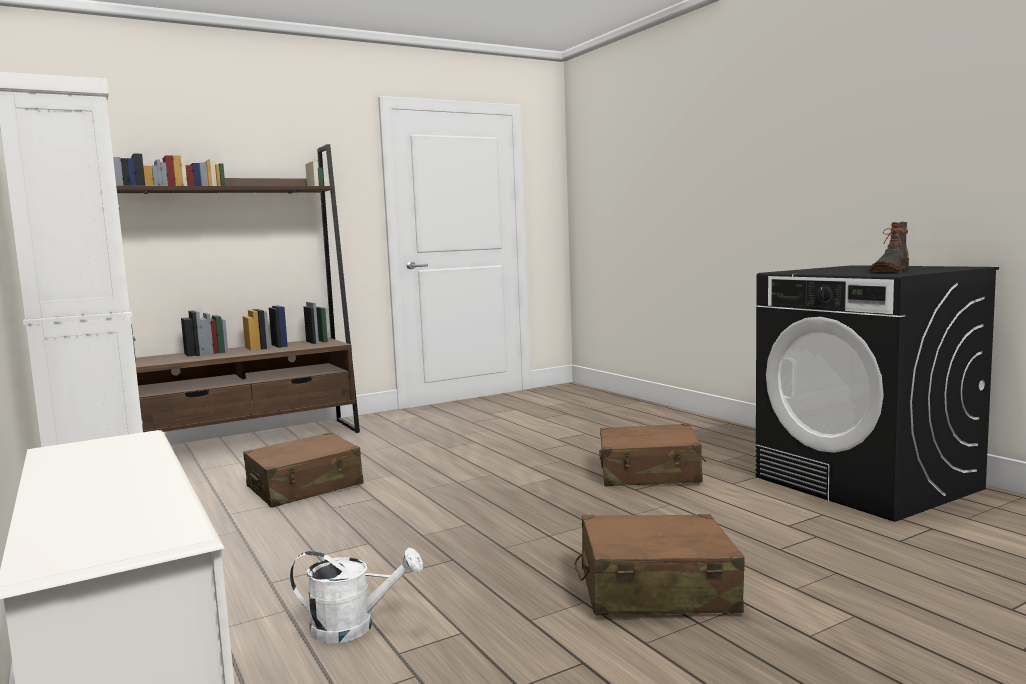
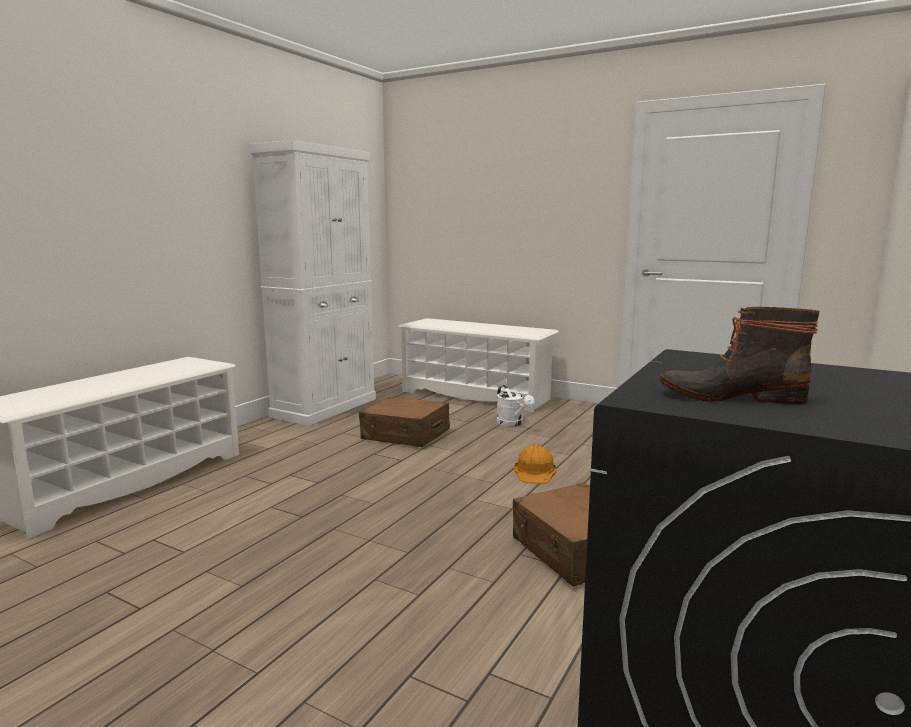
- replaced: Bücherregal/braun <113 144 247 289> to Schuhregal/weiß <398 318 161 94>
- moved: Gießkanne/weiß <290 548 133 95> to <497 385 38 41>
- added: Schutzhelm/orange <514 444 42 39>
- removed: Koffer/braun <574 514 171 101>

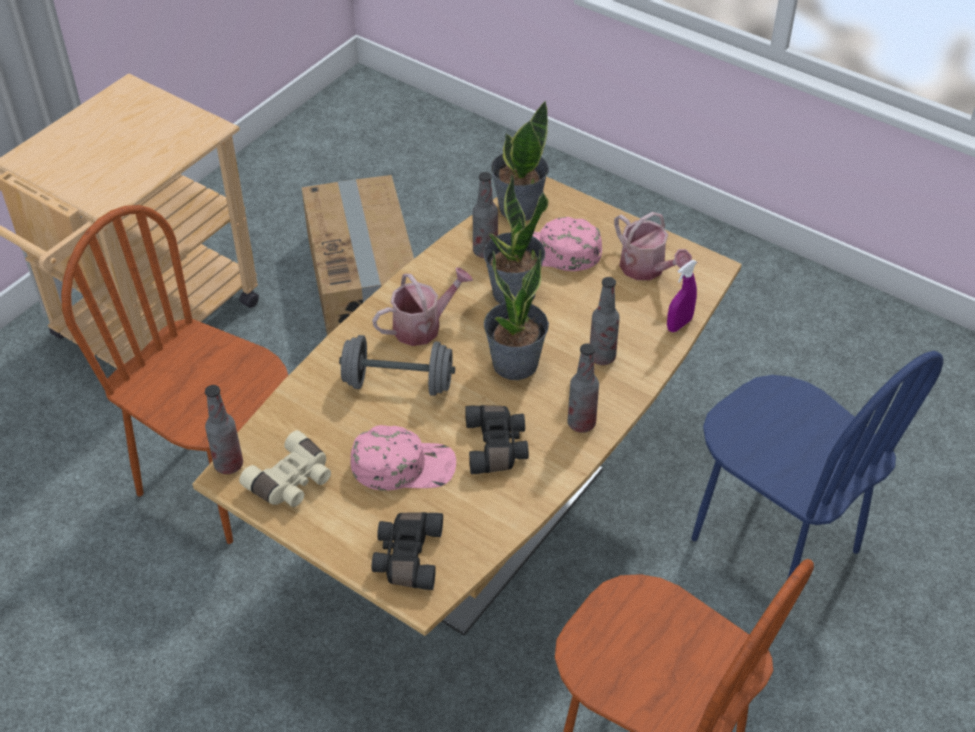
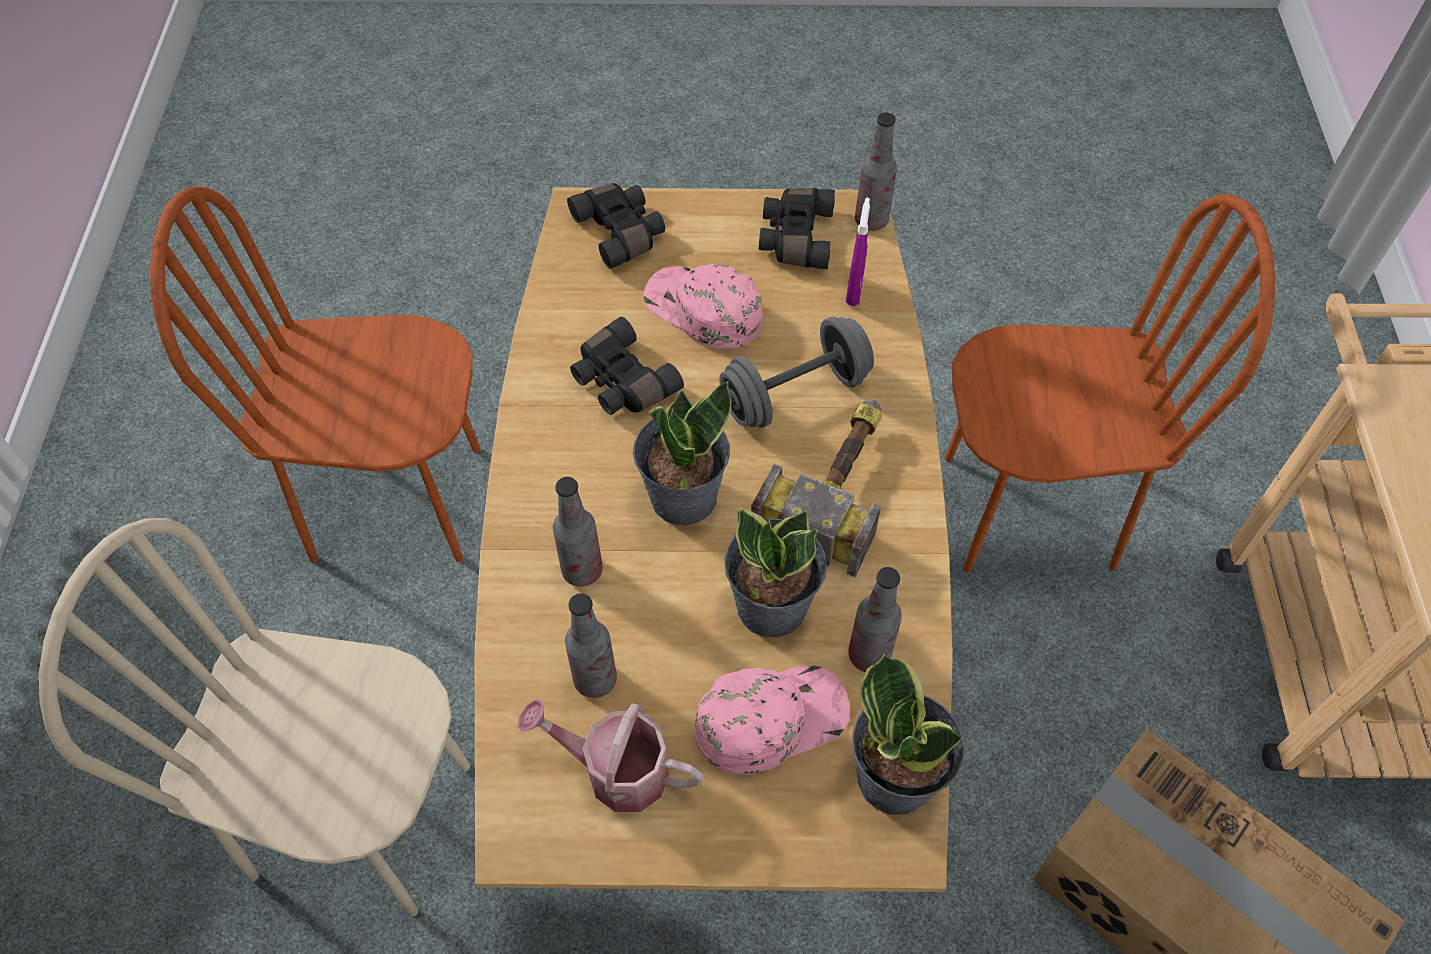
- recoloured: Stuhl/blau <691 351 252 228> to Stuhl/beige <39 518 431 399>
- moved: Flasche <568 343 31 90> to <565 593 52 105>
- turned: Kappe/rosa <350 425 106 66> = <643 264 120 85> 75 degrees clockwise
- replaced: Gießkanne <372 268 101 78> to Hammer <751 400 131 177>
- recoloured: Fernglas/beige <239 430 92 77> to Fernglas/schwarz <759 188 76 81>
- moved: Sprühflasche/lila <667 260 30 72> to <846 198 24 108>

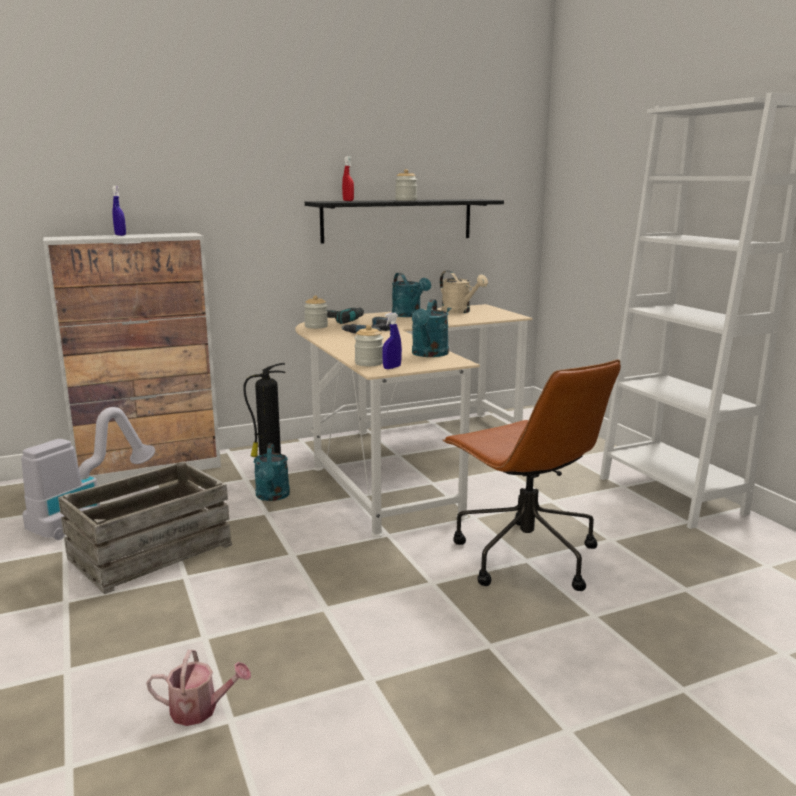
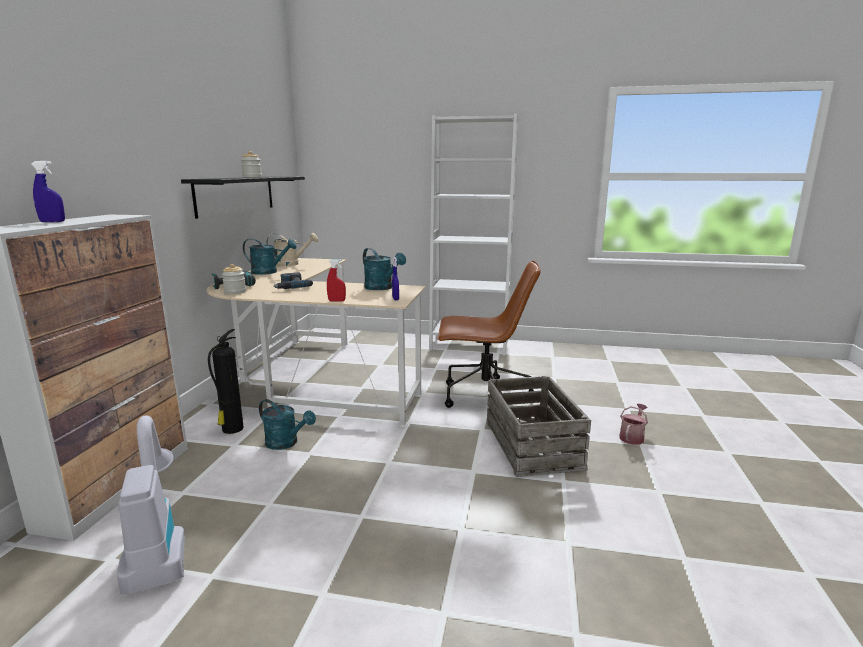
- moved: Sprühflasche/rot <342 156 12 45> to <327 259 19 43>
- moved: Kiste <58 461 174 133> to <487 376 104 101>
- moved: Gießkanne <146 650 105 76> to <619 404 29 41>
- removed: Vorratsglas <354 325 29 41>

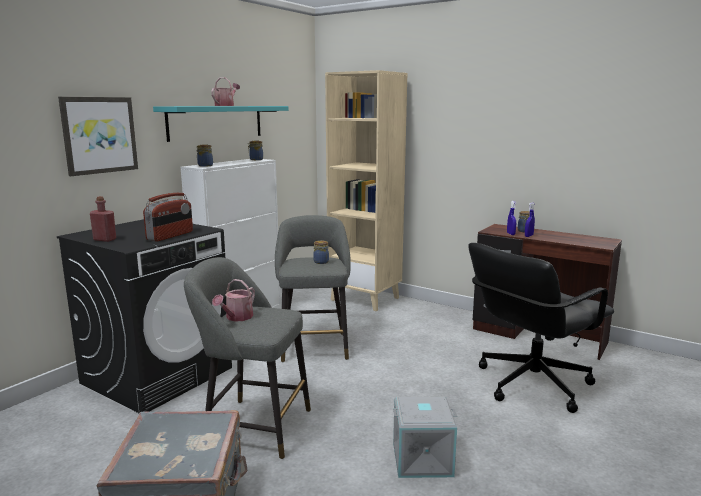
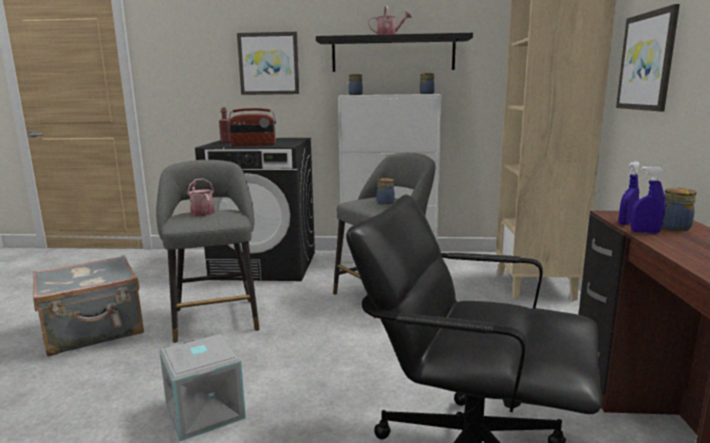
- turned: Gießkanne <212 279 43 43> = <187 178 28 38> 60 degrees clockwise
- recoloured: Wandregal/türkis <153 106 136 36> to Wandregal/schwarz <316 33 157 39>
- added: Bild <616 4 64 107>

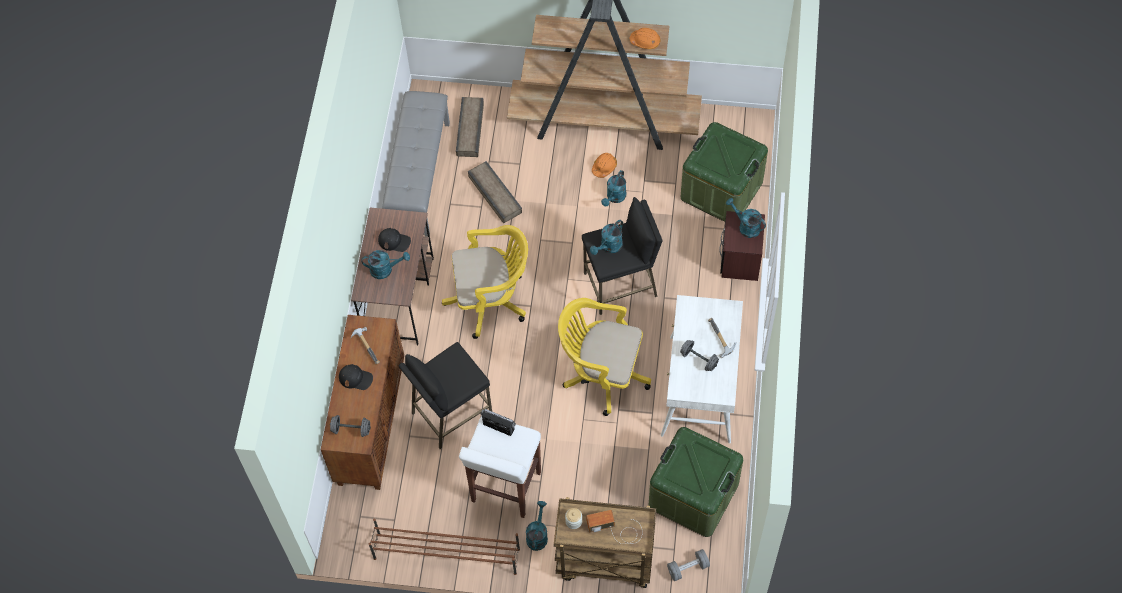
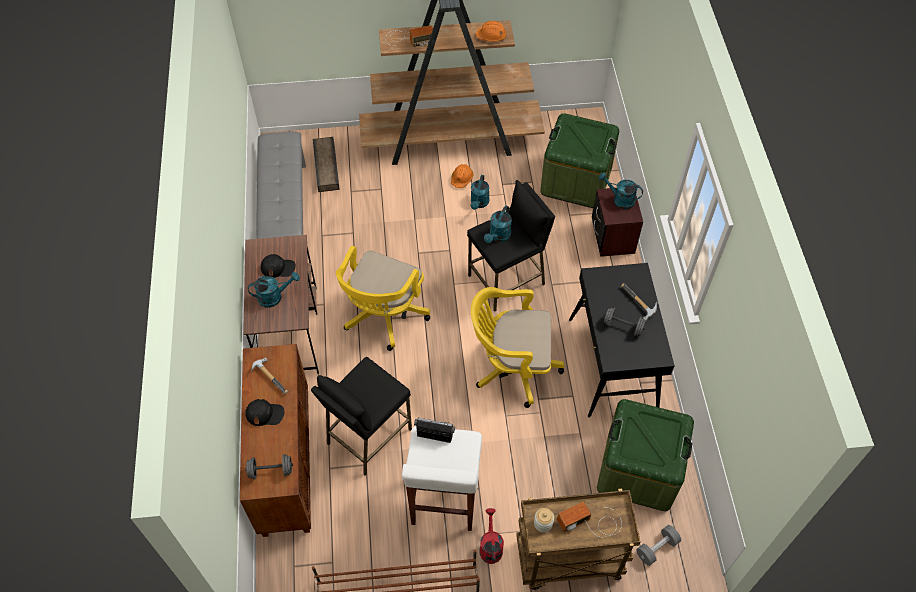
- turned: Bürostuhl/gelb <442 225 86 114> = <336 246 94 105> 135 degrees clockwise
- added: Radio <385 25 48 23>
- recoloured: Gießkanne/türkis <526 501 22 50> to Gießkanne/rot <479 508 25 56>
- recoloured: Schreibtisch/weiß <661 295 82 149> to Schreibtisch/schwarz <569 263 106 154>
- removed: Kiste <468 161 54 62>

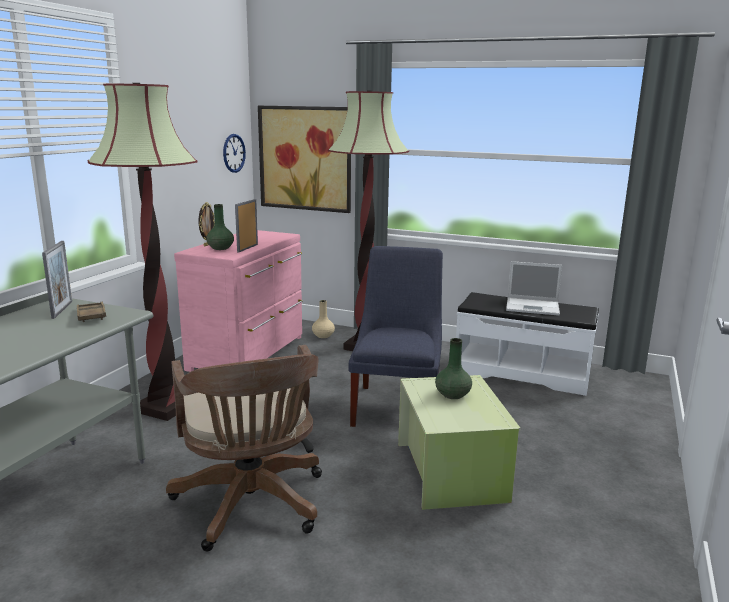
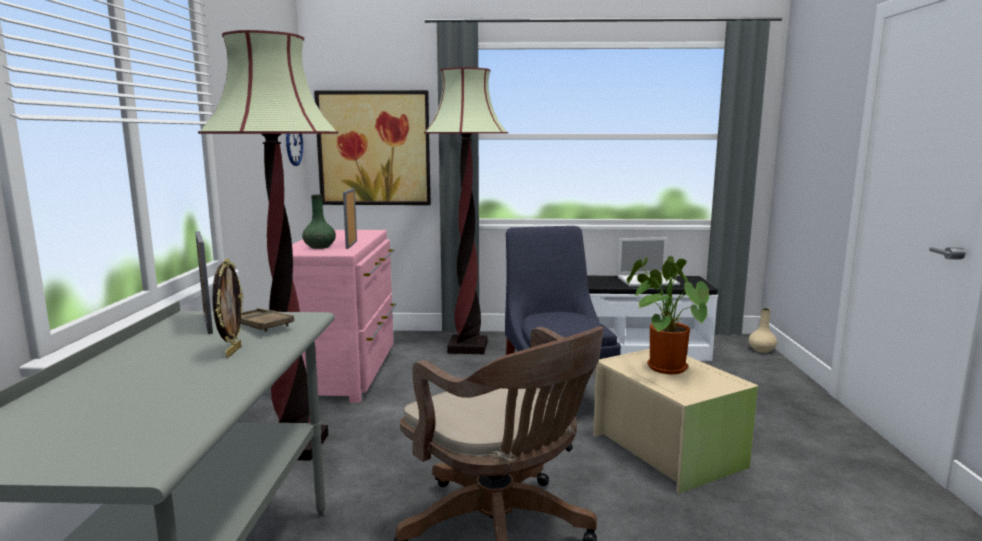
- moved: Bilderrahmen <199 202 16 45> to <212 258 31 100>
- recoloured: Aufbewahrungsbox/grün <398 375 123 135> to Aufbewahrungsbox/beige <593 349 165 145>
- replaced: Vase/grün <435 338 37 61> to Topfpflanze <627 256 85 118>
- moved: Vase/beige <312 300 23 38> to <749 308 28 45>

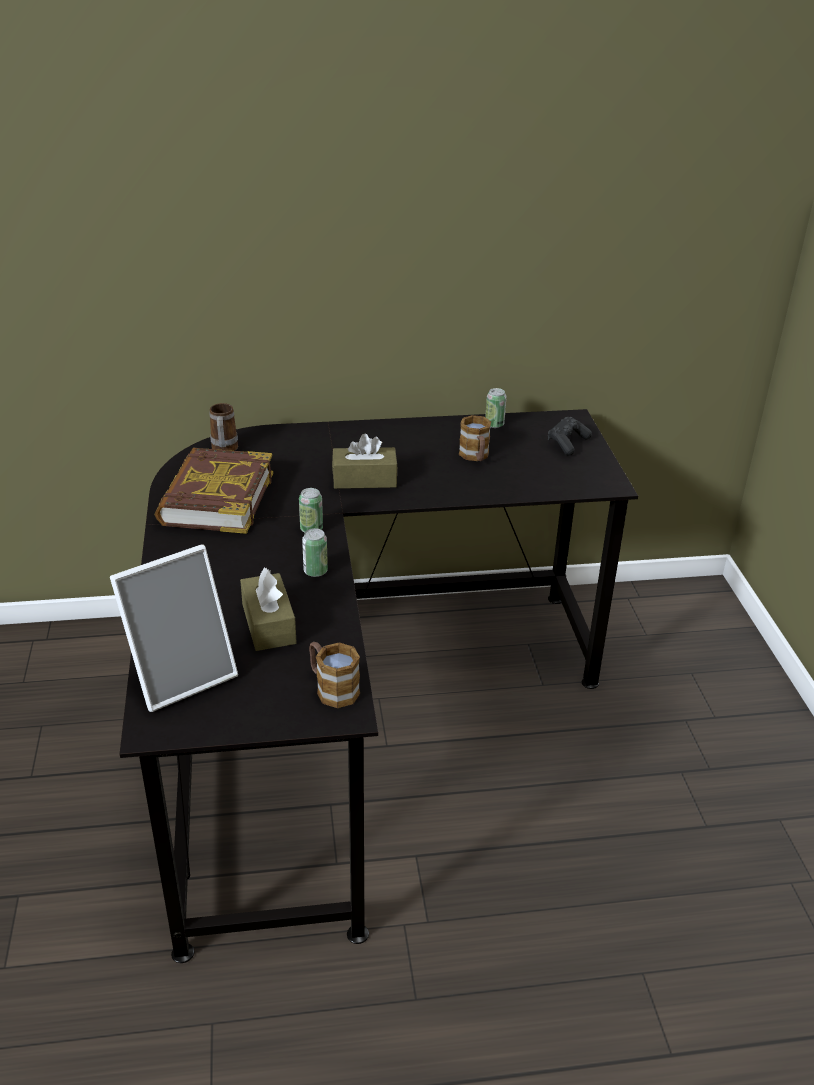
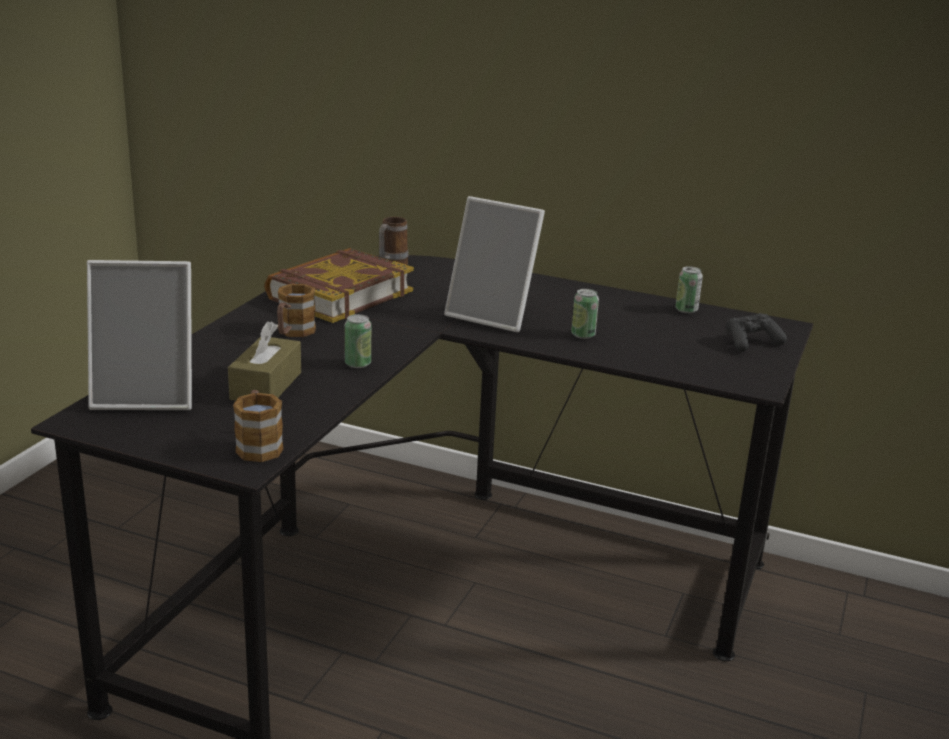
- moved: Henkelbecher <459 415 32 46> to <277 284 39 53>
- replaced: Taschentuchbox/braun <332 434 66 55> to Bilderrahmen <444 196 101 136>
- moved: Dose <299 488 24 44> to <571 289 28 50>

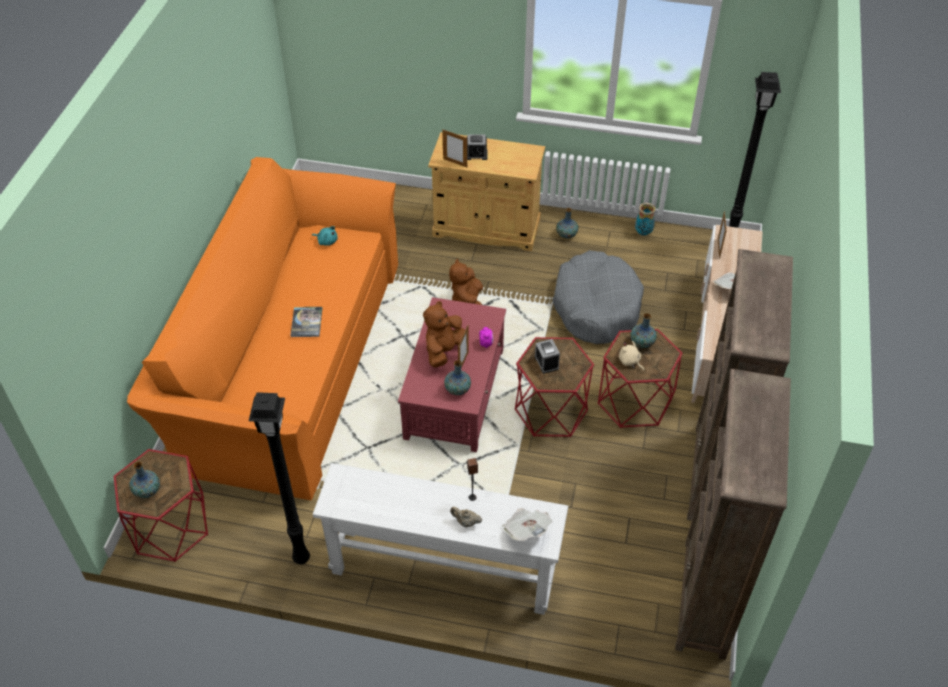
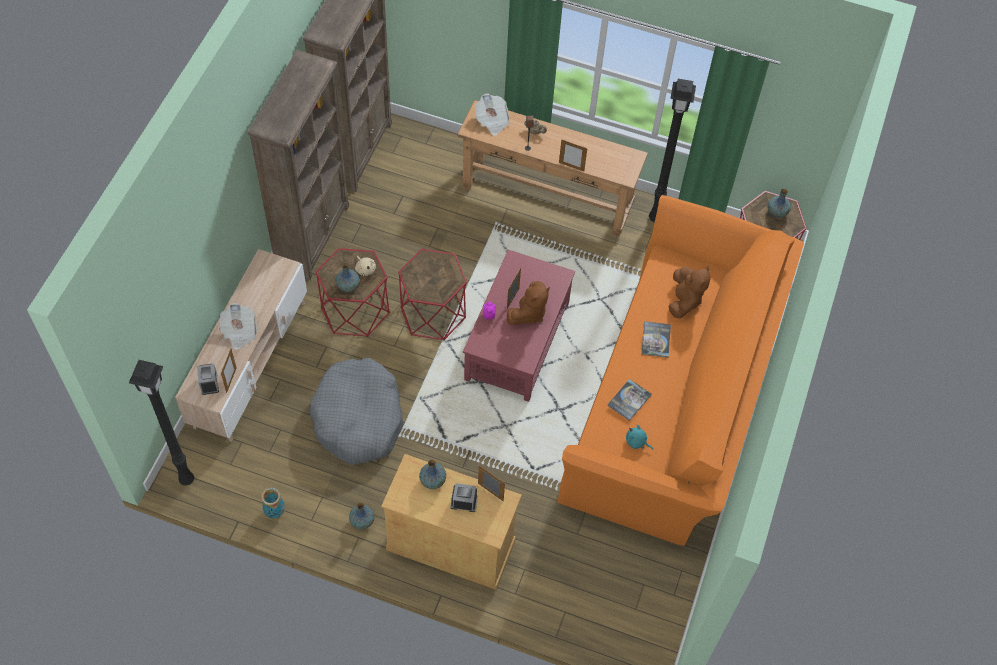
- moved: Wecker <534 339 26 35> to <197 364 22 31>
- moved: Vase <444 360 27 35> to <419 460 27 29>
- recoloured: Konsolentisch/weiß <313 463 255 152> to Konsolentisch/braun <458 100 190 137>
- added: Bilderrahmen <559 140 28 32>
- added: Buch <607 379 45 42>
- moved: Plüschtier/braun <449 258 34 47> to <669 266 41 52>

